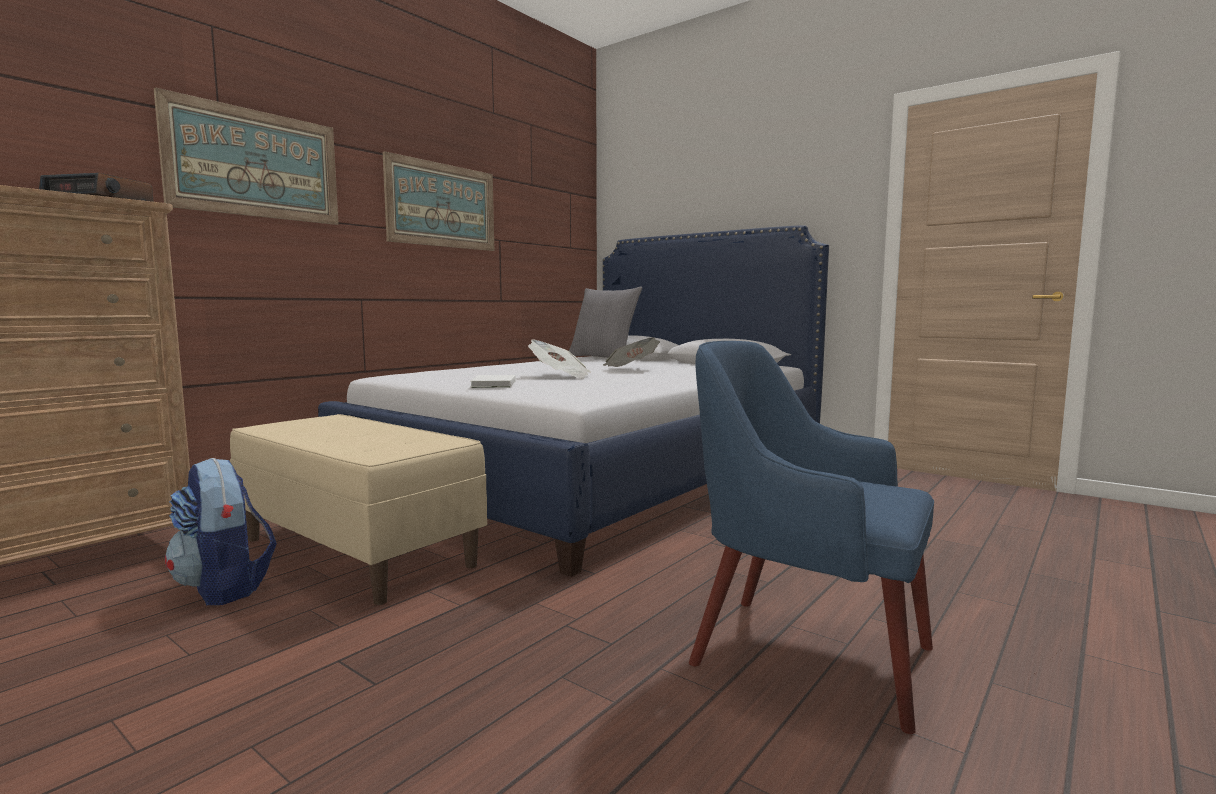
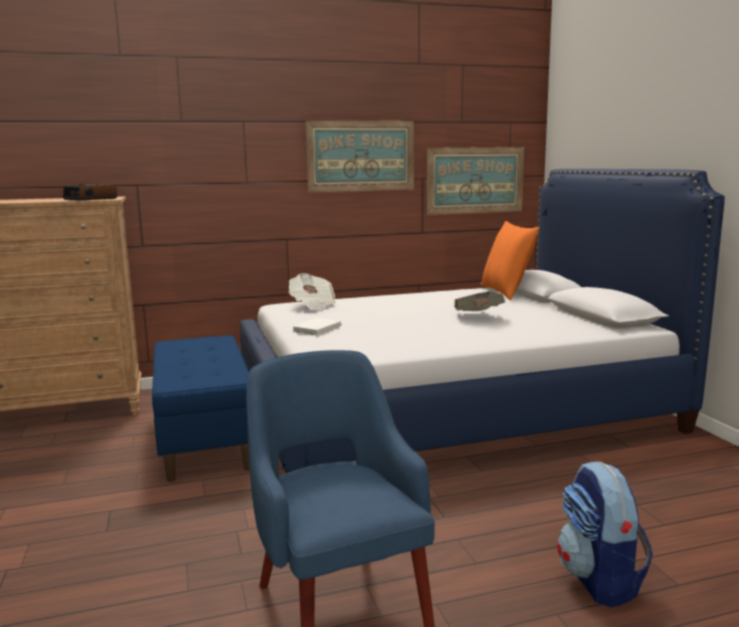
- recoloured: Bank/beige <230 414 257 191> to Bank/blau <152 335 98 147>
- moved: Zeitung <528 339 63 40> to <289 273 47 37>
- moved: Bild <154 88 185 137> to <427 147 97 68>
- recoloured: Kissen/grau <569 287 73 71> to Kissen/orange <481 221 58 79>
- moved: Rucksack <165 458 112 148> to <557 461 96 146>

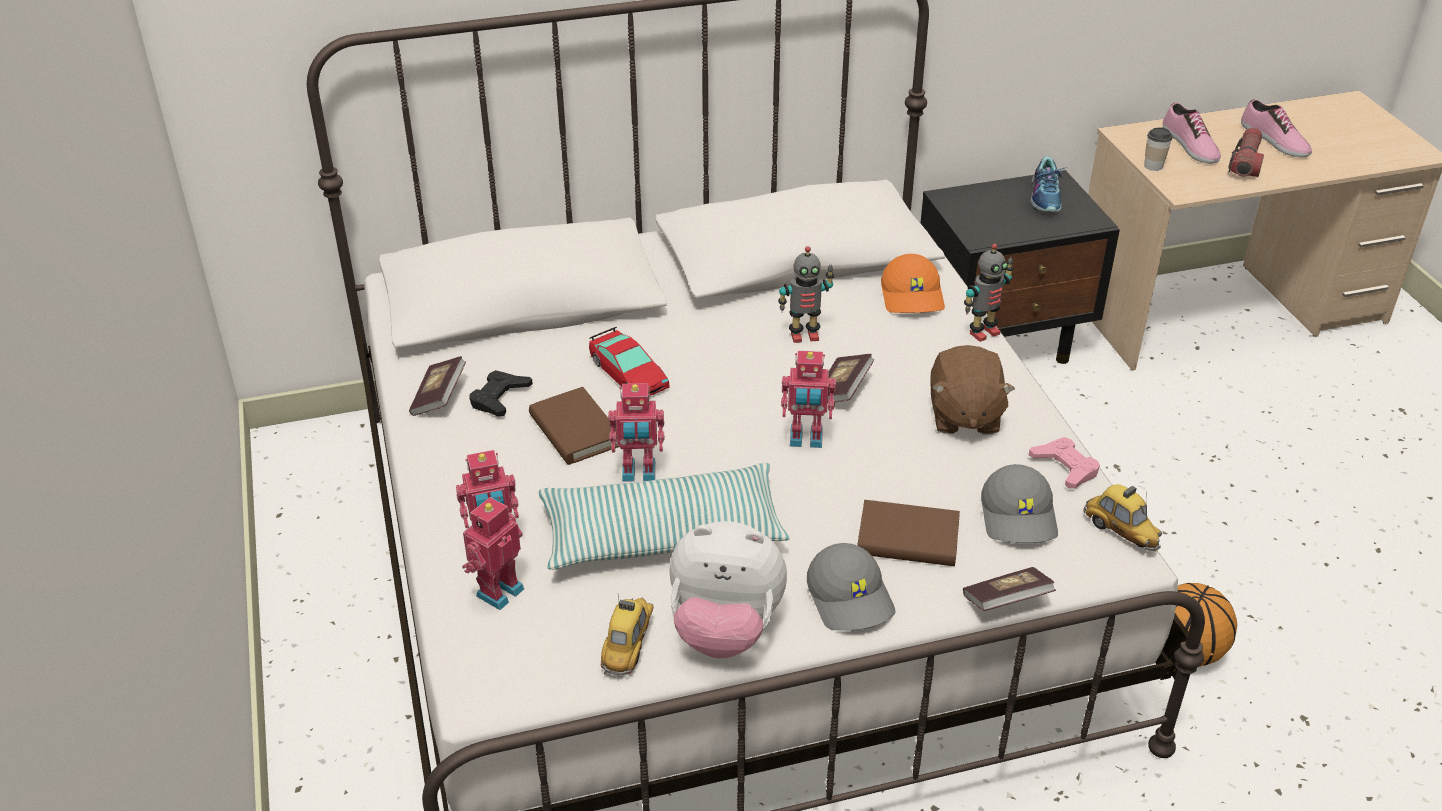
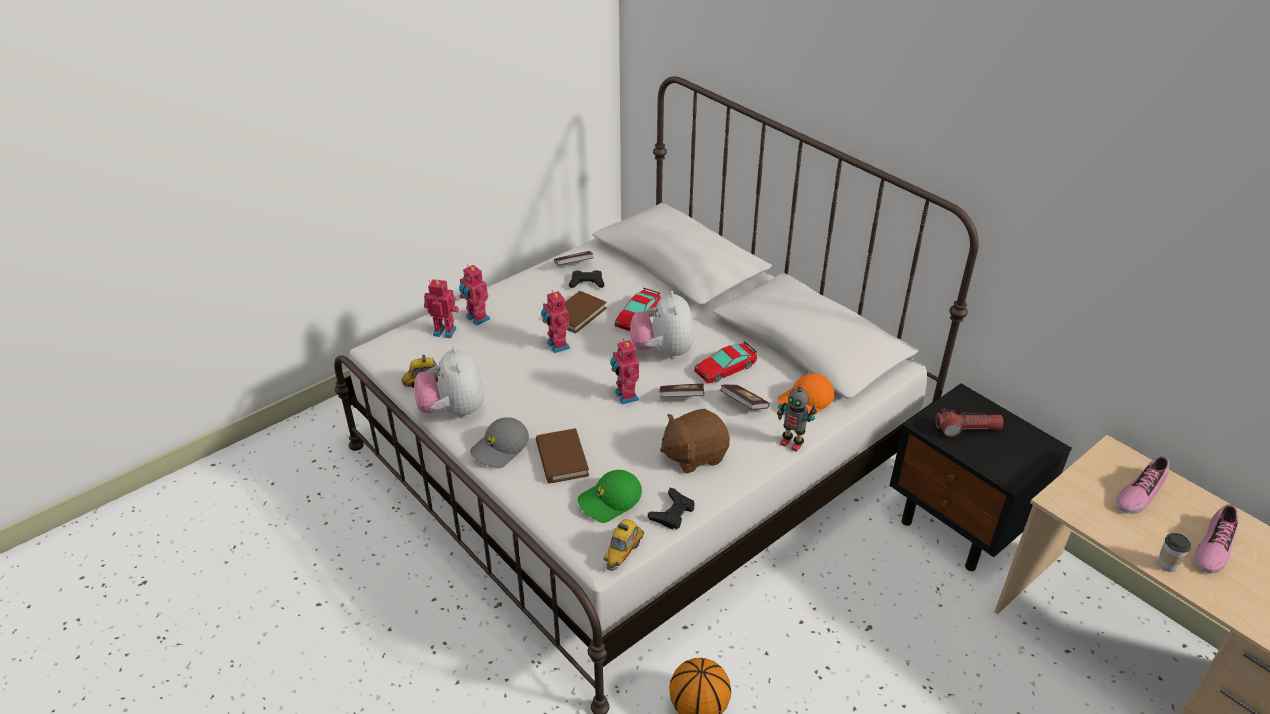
- recoloured: Kappe/grau <981 464 77 79> to Kappe/grün <578 470 64 53>
- added: Plüschtier <630 291 64 68>
- recoloured: Gamepad/rosa <1029 437 71 52> to Gamepad/schwarz <648 488 47 41>
- replaced: Spielzeugroboter <778 246 56 97> to Spielzeugauto <694 341 63 42>
- moved: Buch <963 567 93 44> to <720 385 50 25>
- moved: Taschenlampe <1228 127 36 50> to <935 408 69 29>
- moved: Tasse <1144 127 29 44> to <1157 533 34 39>
- removed: Kissen <539 463 251 107>
- removed: Schuh <1030 156 38 56>

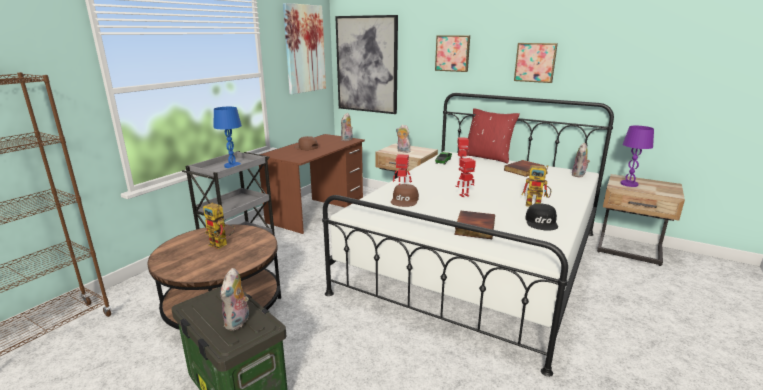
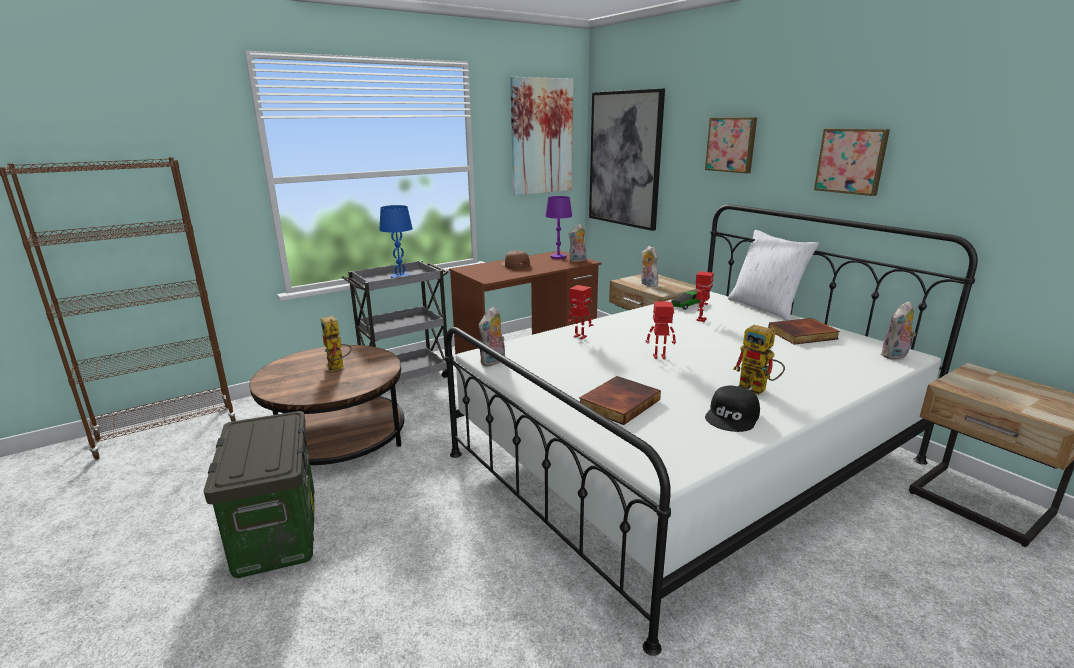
- moved: Plüschtier <220 268 29 63> to <479 306 26 60>
- moved: Tischlampe/lila <621 126 33 61> to <545 196 27 63>
- recoloured: Kissen/rot <464 108 56 56> to Kissen/weiß <728 230 91 91>
- removed: Kappe/braun <391 184 28 23>

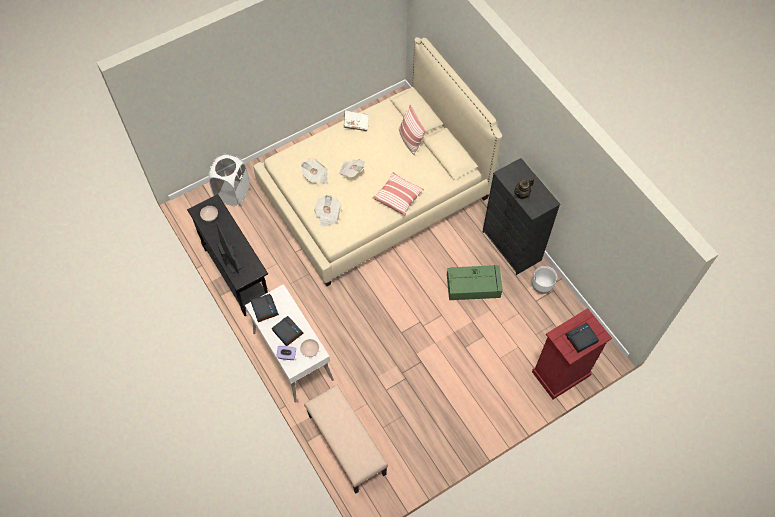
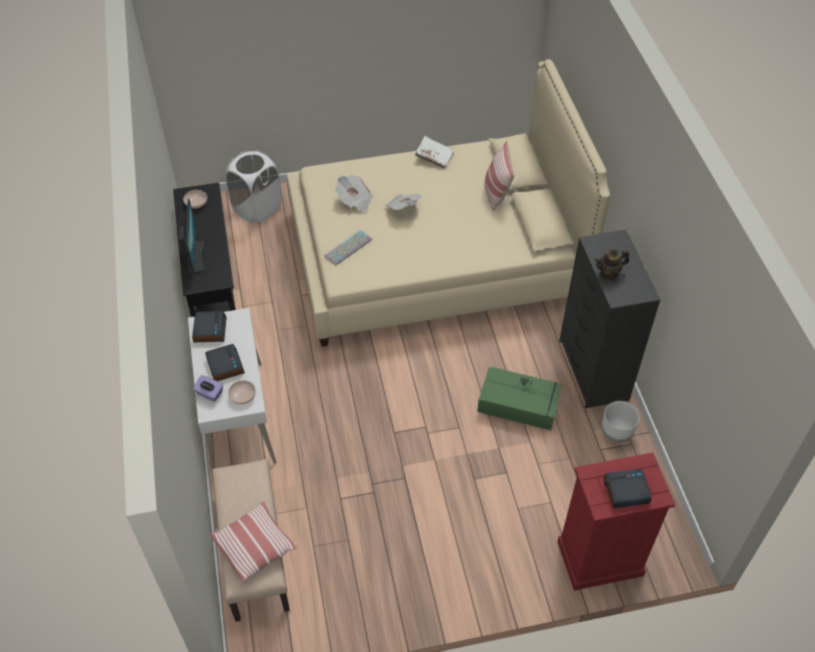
- moved: Kissen <372 172 52 43> to <210 502 87 81>
- replaced: Zeitung <314 195 27 32> to Tastatur <324 230 48 35>

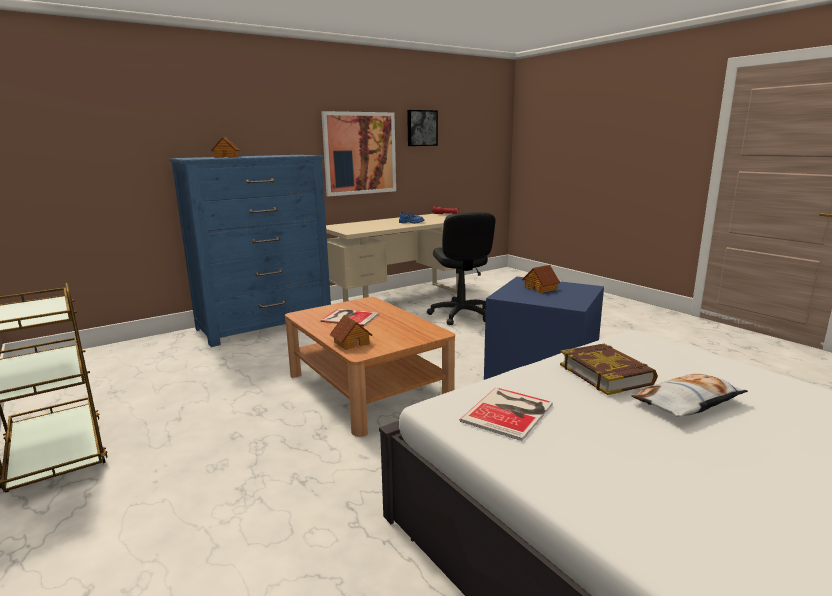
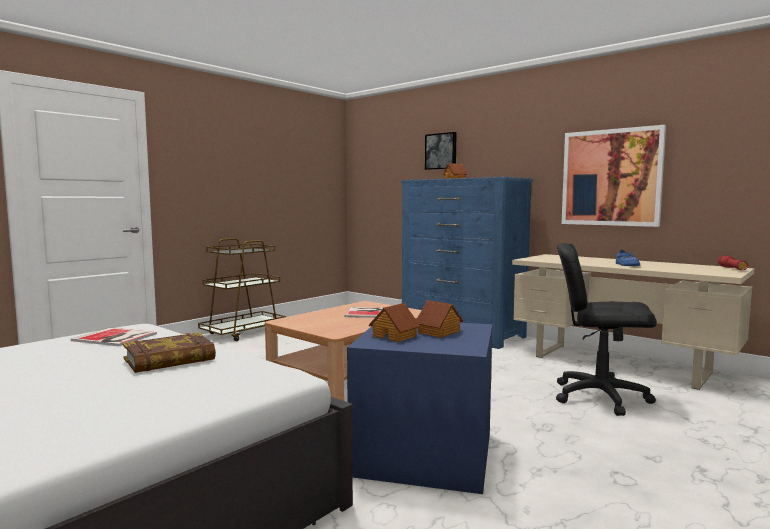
- moved: Spielzeughaus <330 315 42 35> to <369 303 51 39>
- moved: Bild <407 110 31 36> to <425 132 32 38>
- turned: Bürostuhl/schwarz <427 212 68 113> = <556 243 101 173> 45 degrees clockwise
- removed: Kissen <631 374 117 43>

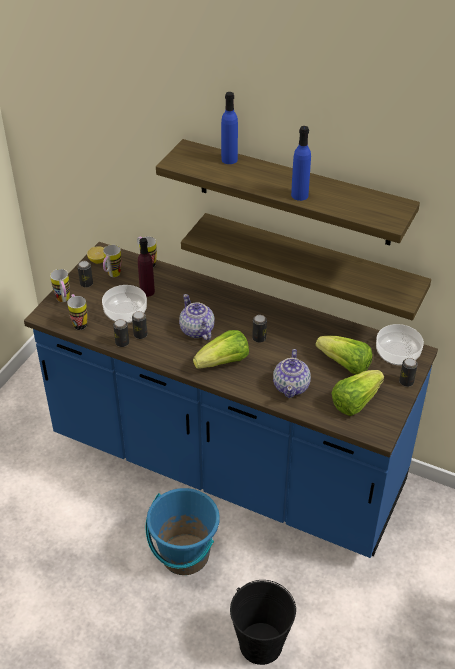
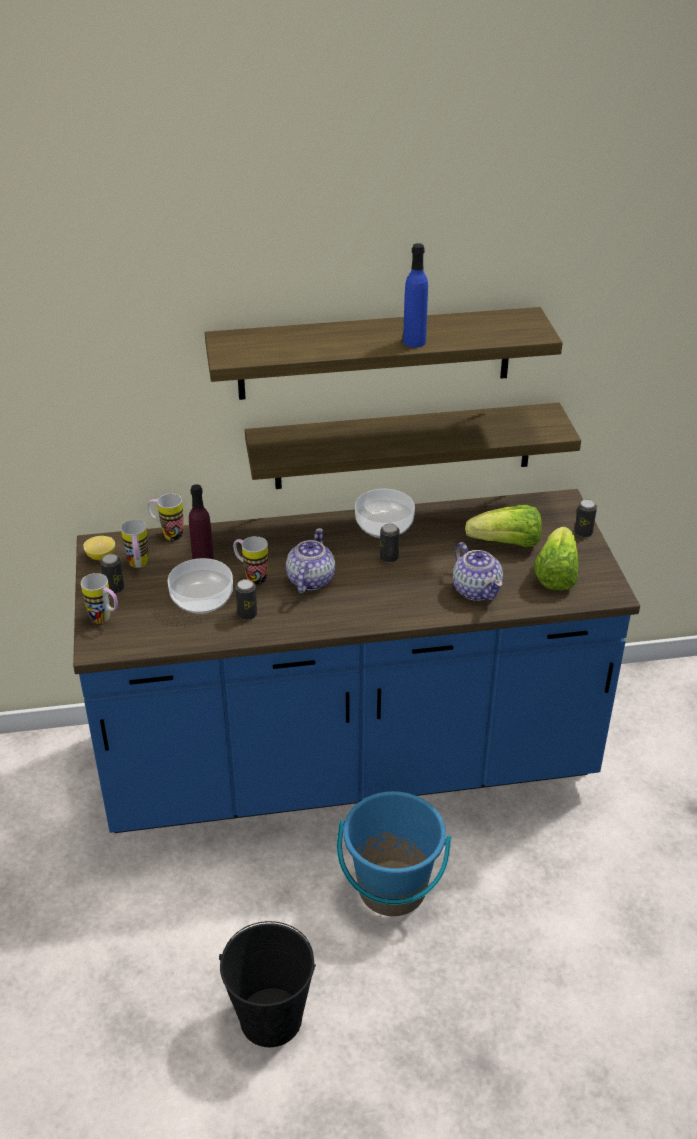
- moved: Eimer/schwarz <230 580 66 85> to <219 921 97 126>
- moved: Henkelbecher <67 294 20 36> to <233 536 35 49>
- turned: Teekanne <179 294 36 46> = <286 528 49 65> 75 degrees clockwise
- moved: Schüssel <376 324 48 41> to <355 489 60 49>
- removed: Dose <113 319 16 28>
- removed: Salatkopf <193 330 56 39>
- removed: Flasche/blau <221 92 17 72>

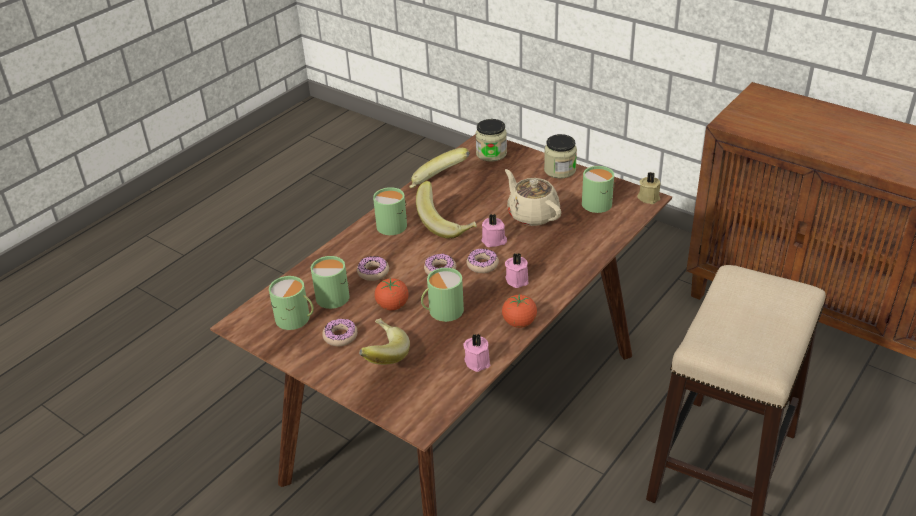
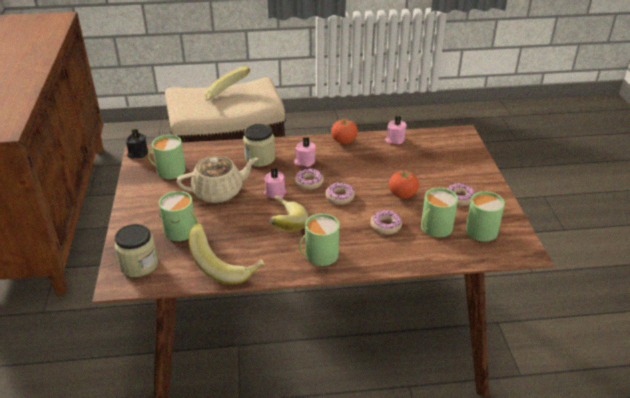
- recoloured: Kerze/beige <637 172 23 32> to Kerze/schwarz <126 129 22 29>
- moved: Henkelbecher/grün <421 268 43 54> to <159 191 40 50>
- turned: Teekanne/beige <505 169 56 57> = <176 156 82 47> 120 degrees counterclockwise
- moved: Banane <359 318 51 47> to <205 66 45 34>
- moved: Vorratsglas <544 134 33 45> to <243 124 32 43>

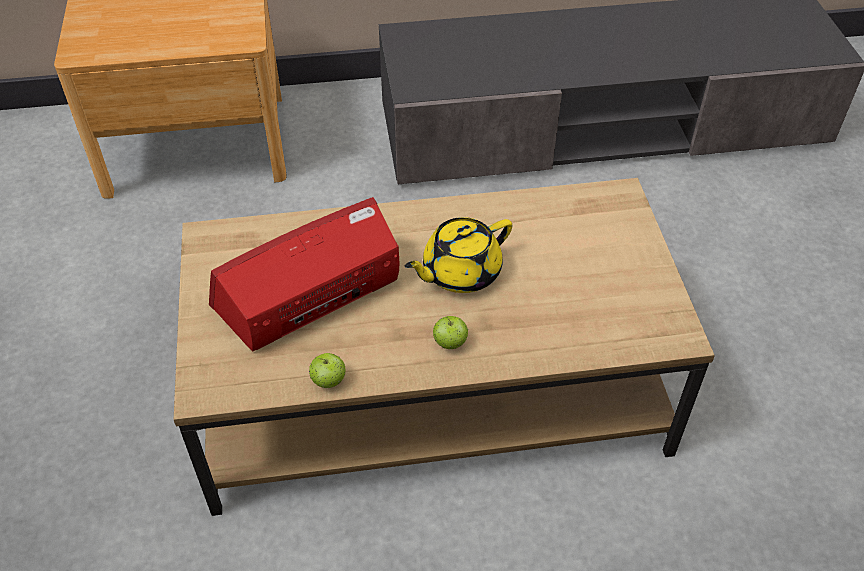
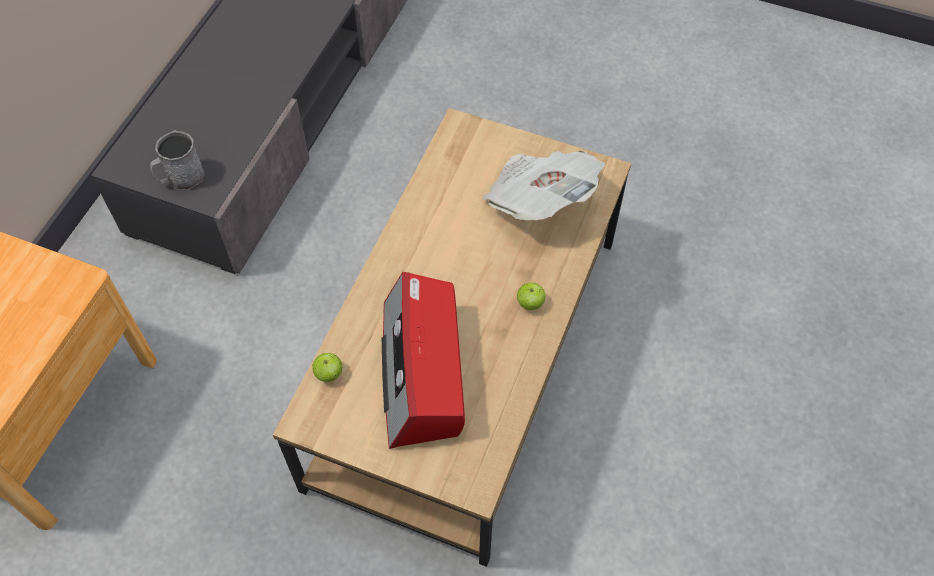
- added: Henkelbecher/grau <150 131 55 60>
- moved: Apfel <309 353 37 35> to <312 353 30 29>
- added: Zeitung <482 151 123 69>
- removed: Teekanne/gelb <405 217 108 76>

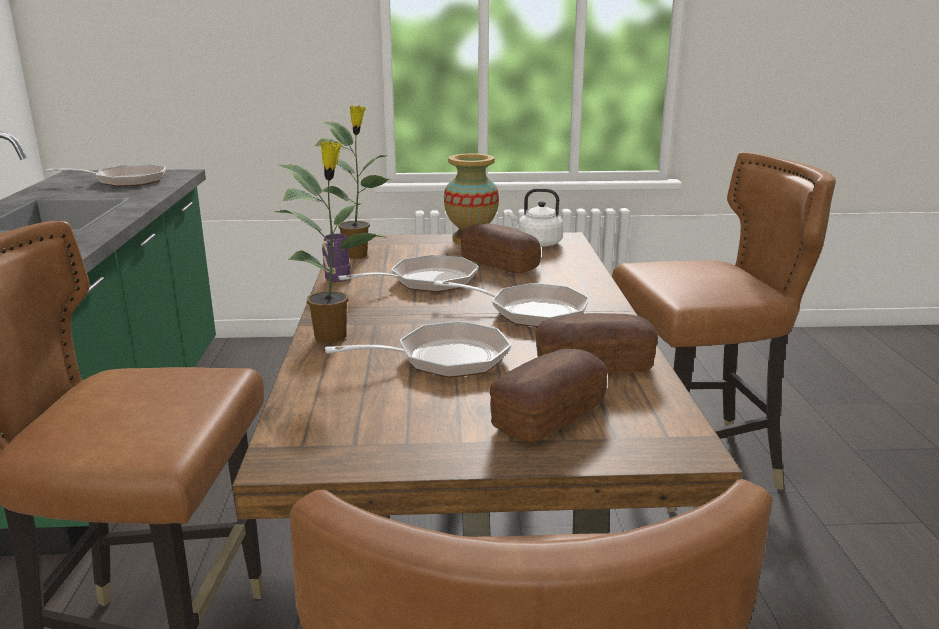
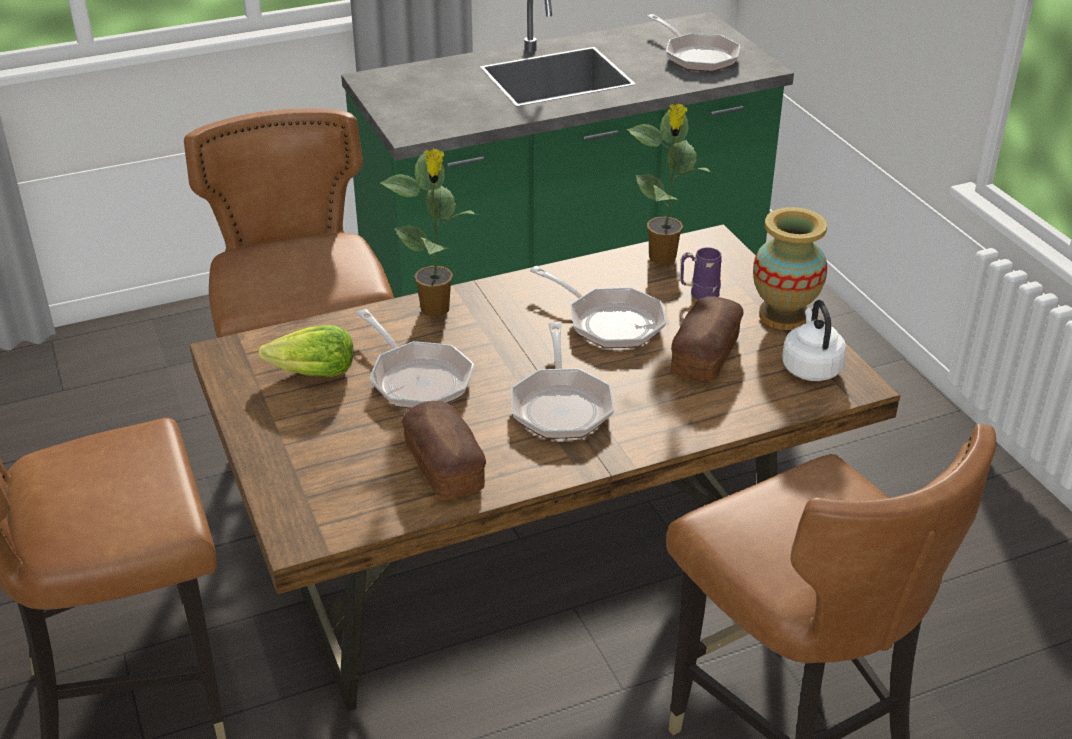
- added: Salatkopf <258 325 95 52>
- moved: Henkelbecher/lila <322 234 29 48> to <680 247 42 53>
- removed: Brot <489 349 119 94>

